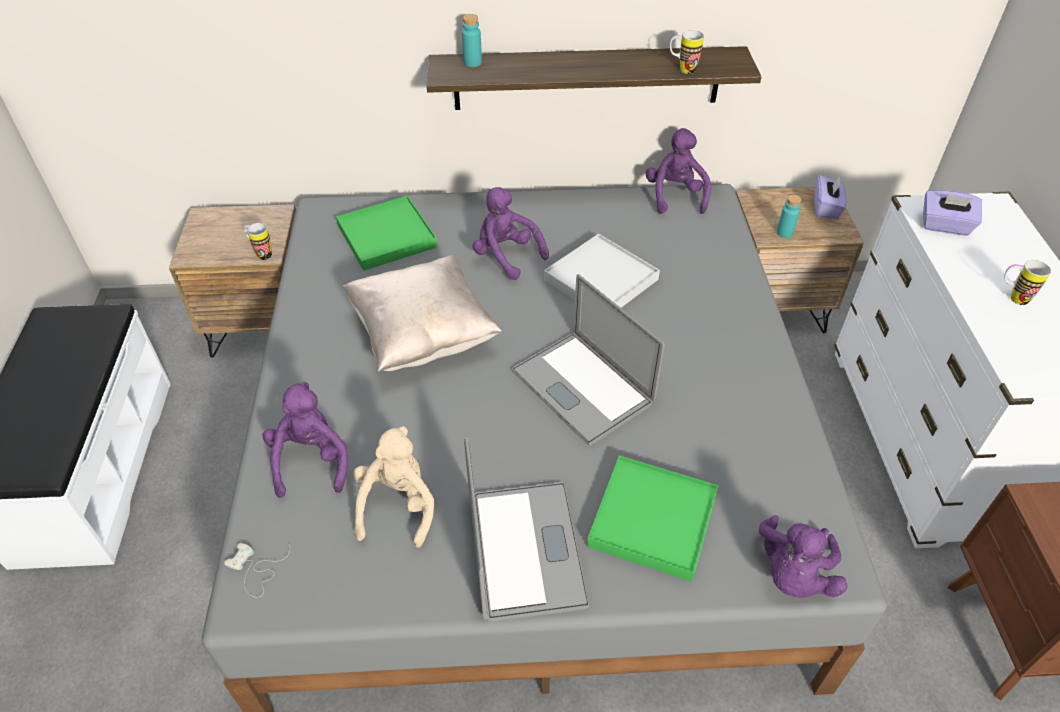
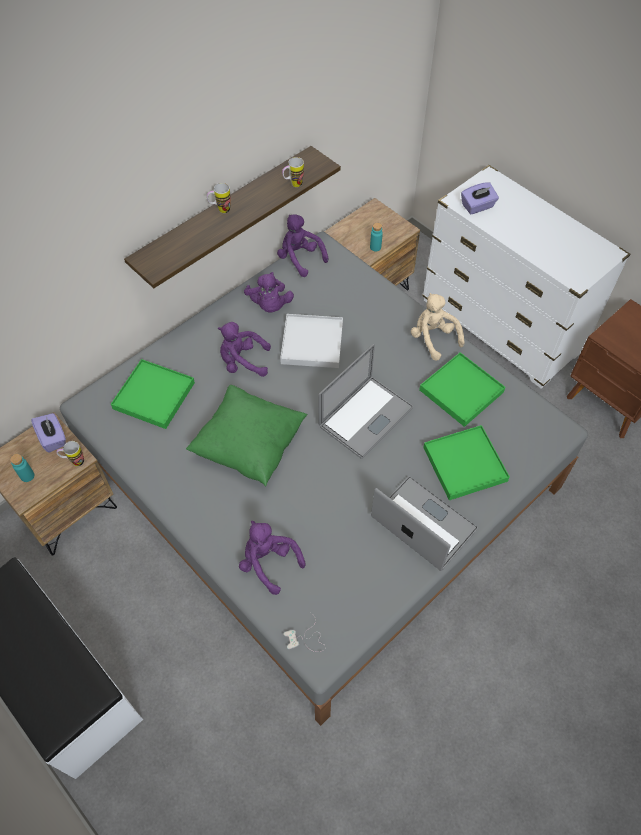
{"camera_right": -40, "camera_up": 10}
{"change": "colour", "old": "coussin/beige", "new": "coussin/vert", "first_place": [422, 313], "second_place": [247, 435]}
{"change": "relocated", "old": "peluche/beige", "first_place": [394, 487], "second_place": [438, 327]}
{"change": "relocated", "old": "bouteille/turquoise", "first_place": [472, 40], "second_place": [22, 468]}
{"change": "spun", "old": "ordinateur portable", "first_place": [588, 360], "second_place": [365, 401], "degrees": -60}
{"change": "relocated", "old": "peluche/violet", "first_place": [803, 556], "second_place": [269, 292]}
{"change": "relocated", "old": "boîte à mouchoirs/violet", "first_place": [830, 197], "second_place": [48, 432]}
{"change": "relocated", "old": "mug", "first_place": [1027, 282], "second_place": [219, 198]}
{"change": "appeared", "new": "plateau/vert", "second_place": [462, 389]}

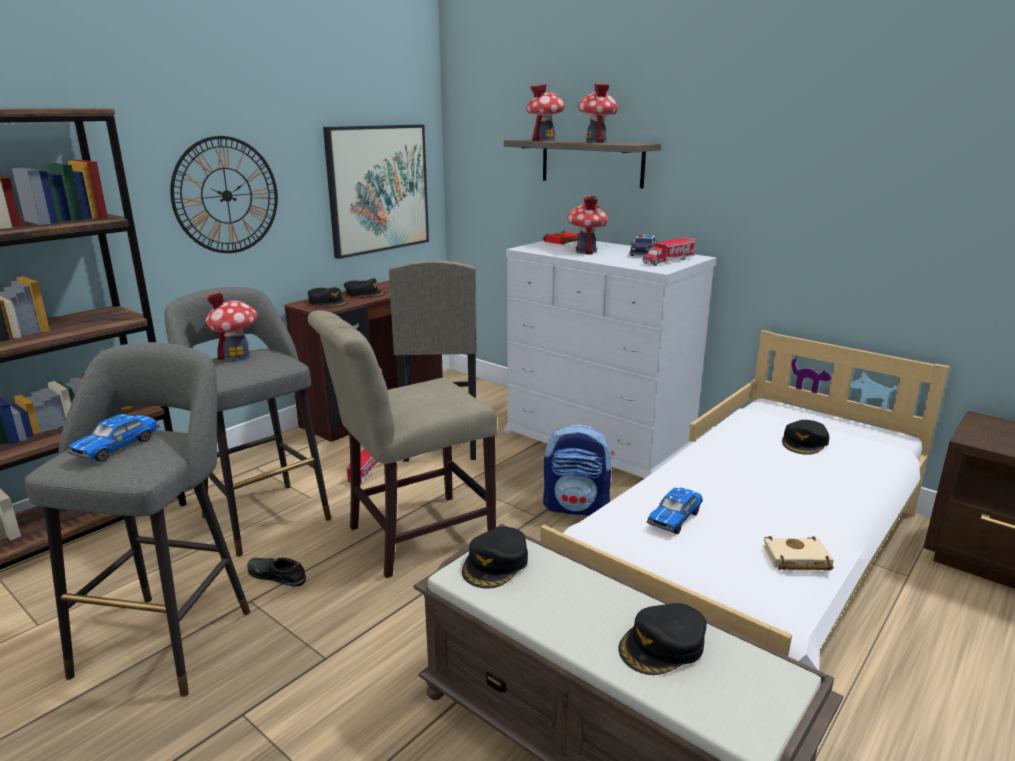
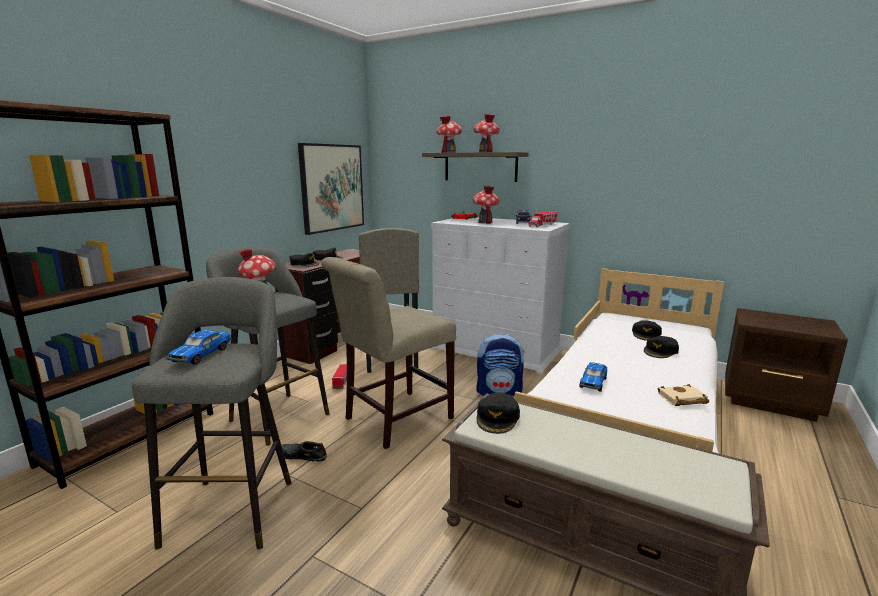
{"camera_right": -10, "camera_up": -5}
{"change": "missing", "old": "horloge murale", "first_place": [224, 194]}
{"change": "relocated", "old": "casquette/noir", "first_place": [662, 639], "second_place": [661, 347]}

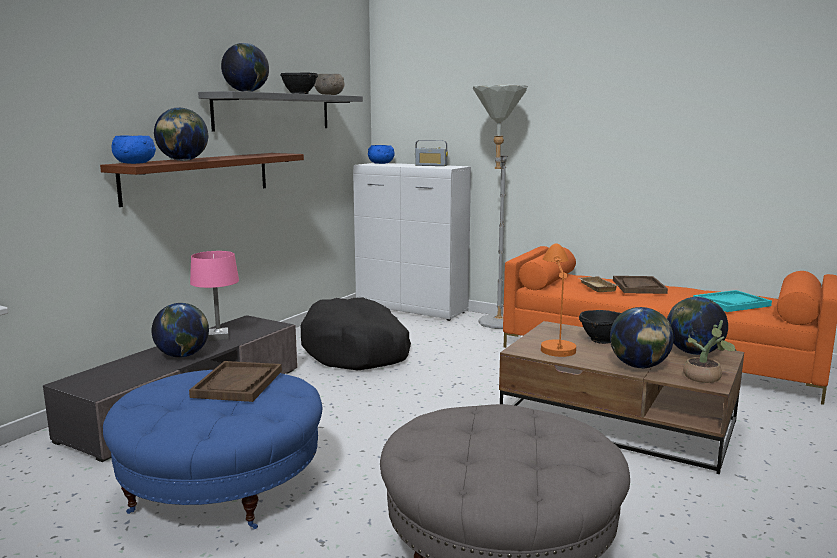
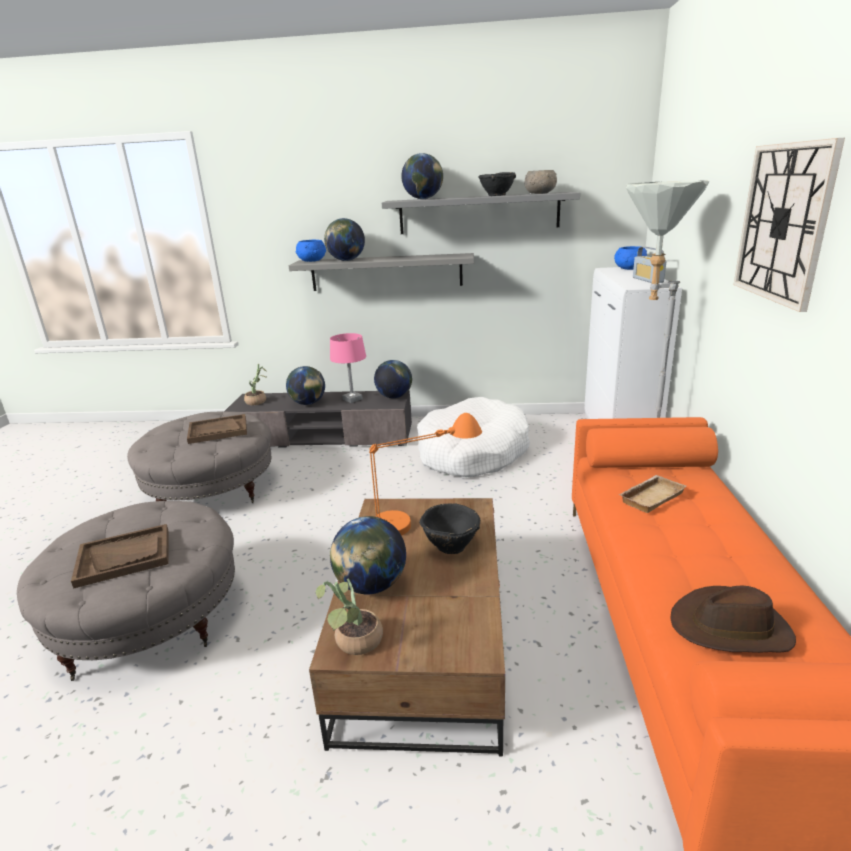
{"camera_right": 65, "camera_up": 10}
{"change": "colour", "old": "étagère/marron", "new": "étagère/gris", "first_place": [202, 180], "second_place": [381, 272]}
{"change": "colour", "old": "pouf/bleu", "new": "pouf/gris", "first_place": [212, 449], "second_place": [199, 457]}
{"change": "colour", "old": "panier pour chien/noir", "new": "panier pour chien/blanc", "first_place": [356, 333], "second_place": [473, 437]}
{"change": "relocated", "old": "plateau/marron", "first_place": [640, 285], "second_place": [119, 556]}
{"change": "relocated", "old": "globe", "first_place": [697, 325], "second_place": [393, 379]}
{"change": "exchanged", "old": "plateau/turquoise", "new": "chapeau/marron", "first_place": [732, 301], "second_place": [733, 619]}
{"change": "appeared", "new": "plante en pot", "second_place": [255, 384]}
{"change": "appeared", "new": "horloge murale", "second_place": [789, 225]}

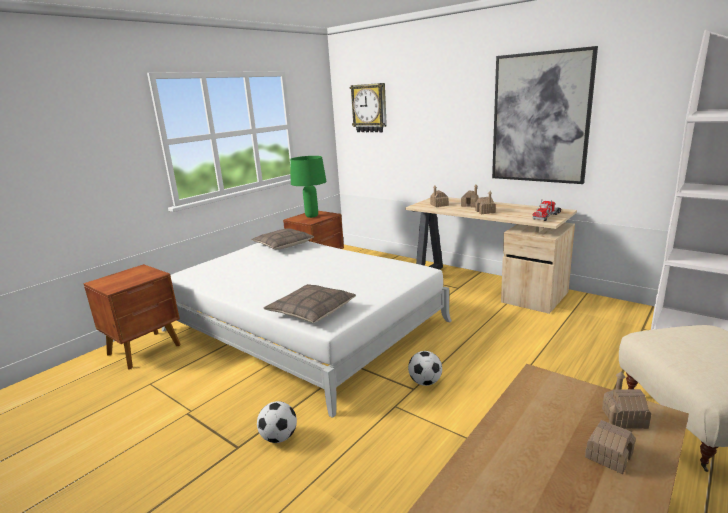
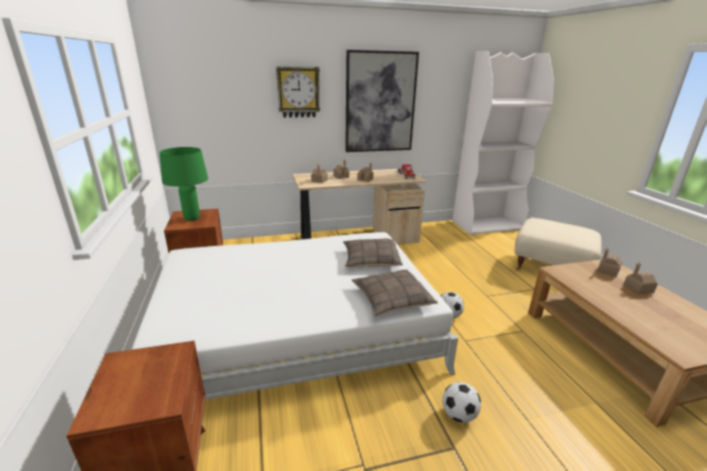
{"camera_right": -55, "camera_up": 5}
{"change": "relocated", "old": "coussin", "first_place": [282, 239], "second_place": [373, 252]}
{"change": "relocated", "old": "horloge murale", "first_place": [368, 107], "second_place": [298, 92]}

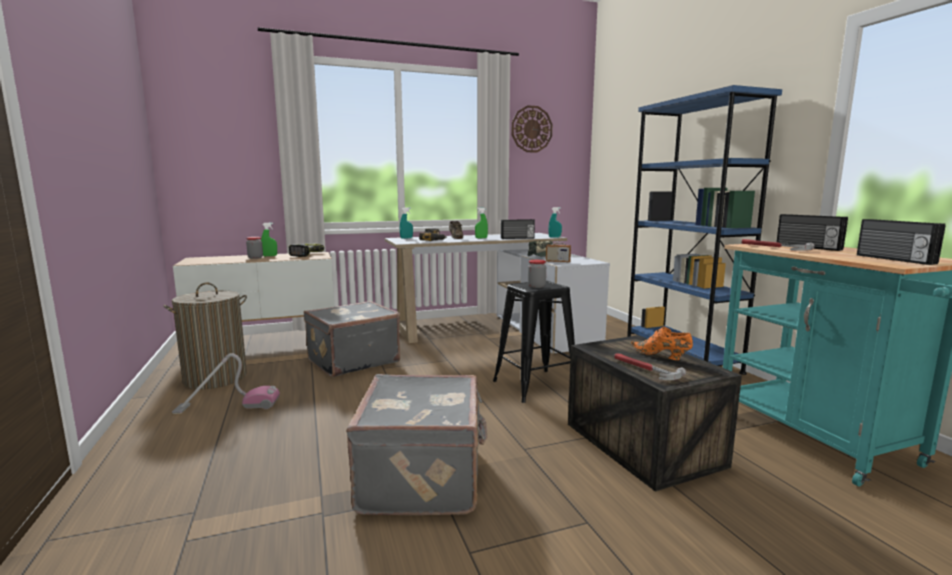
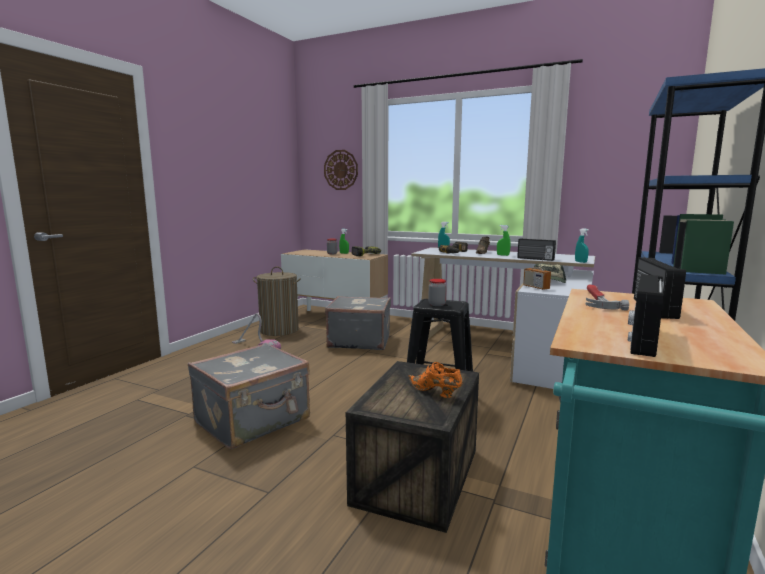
{"camera_right": 45, "camera_up": 0}
{"change": "relocated", "old": "horloge murale", "first_place": [532, 129], "second_place": [341, 170]}
{"change": "missing", "old": "marteau", "first_place": [650, 366]}
{"change": "spun", "old": "chaussure/orange", "first_place": [662, 343], "second_place": [435, 380], "degrees": -45}

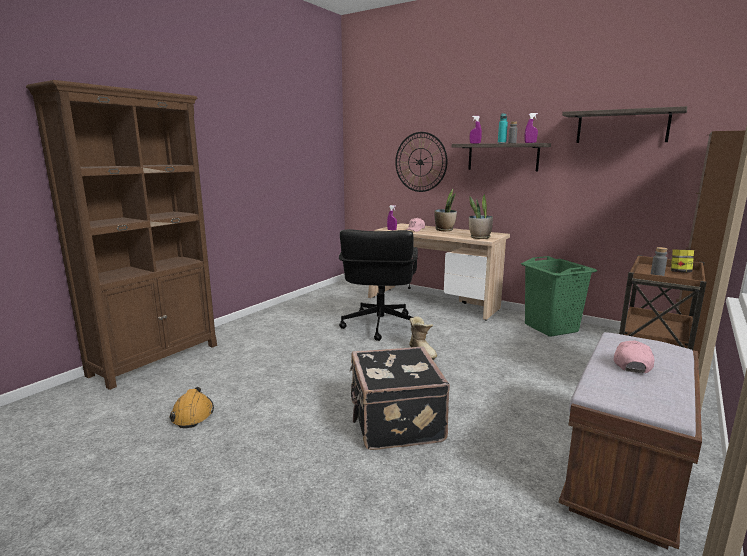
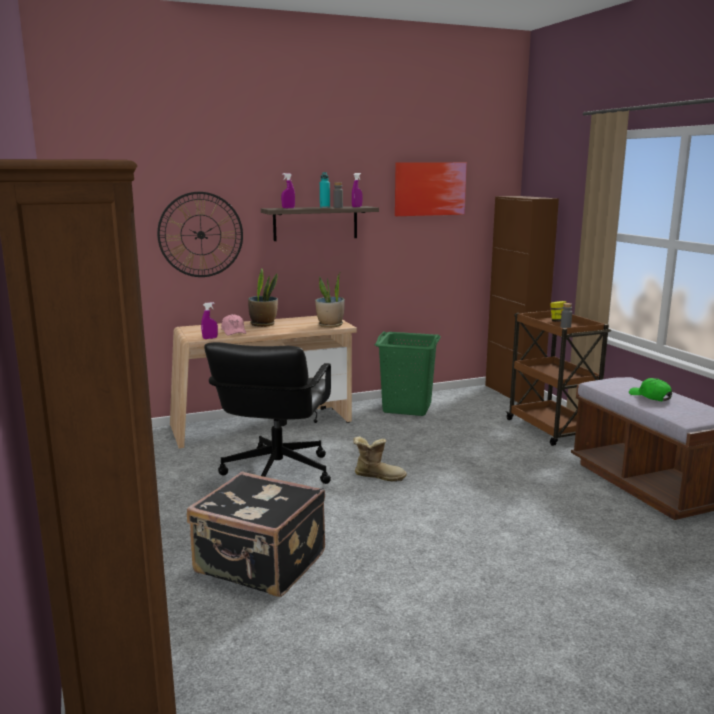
{"camera_right": -55, "camera_up": 0}
{"change": "missing", "old": "casque de chantier/orange", "first_place": [191, 407]}
{"change": "spun", "old": "chaise de bureau/noir", "first_place": [378, 285], "second_place": [267, 413], "degrees": 60}
{"change": "relocated", "old": "valise/noir", "first_place": [400, 398], "second_place": [256, 534]}
{"change": "exchanged", "old": "étagère", "new": "tableau", "first_place": [624, 124], "second_place": [431, 189]}
{"change": "colour", "old": "casquette/rose", "new": "casquette/vert", "first_place": [634, 357], "second_place": [650, 389]}

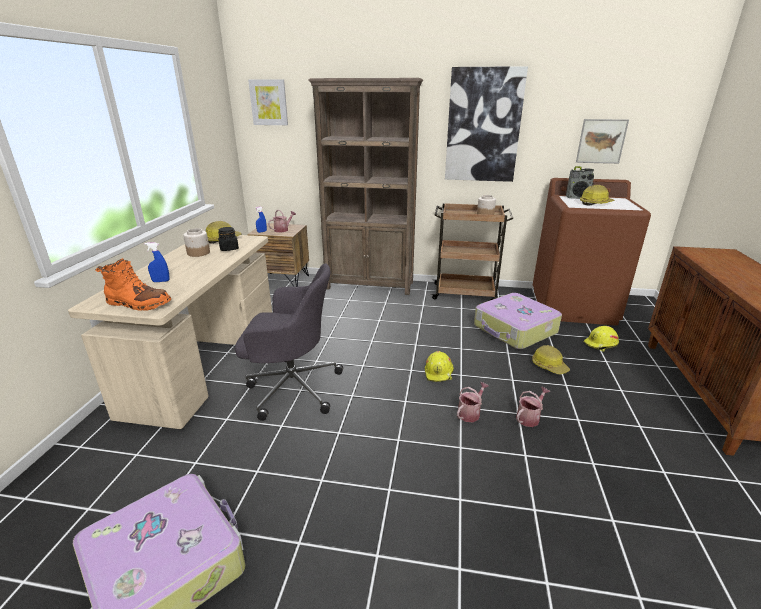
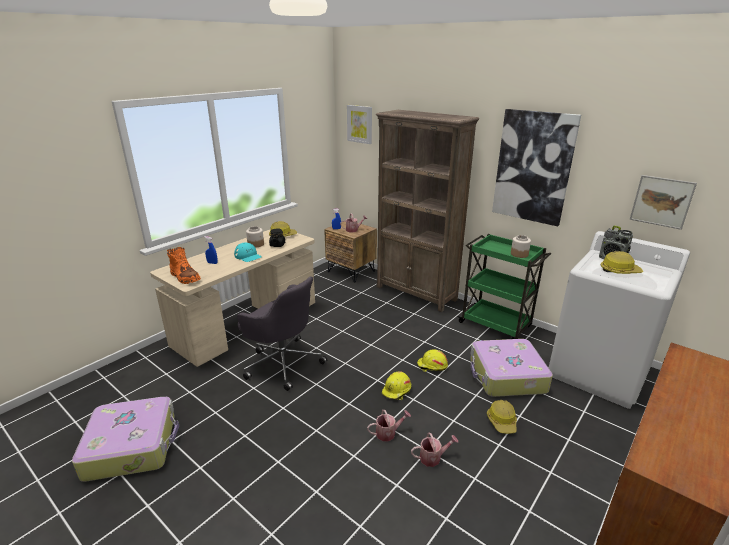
{"camera_right": 30, "camera_up": 0}
{"change": "colour", "old": "chariot/marron", "new": "chariot/vert", "first_place": [472, 251], "second_place": [504, 286]}
{"change": "colour", "old": "lave-linge/marron", "new": "lave-linge/blanc", "first_place": [592, 252], "second_place": [619, 320]}
{"change": "relocated", "old": "casque de chantier/jaune", "first_place": [601, 339], "second_place": [432, 360]}
{"change": "appeared", "new": "casquette/turquoise", "second_place": [248, 252]}

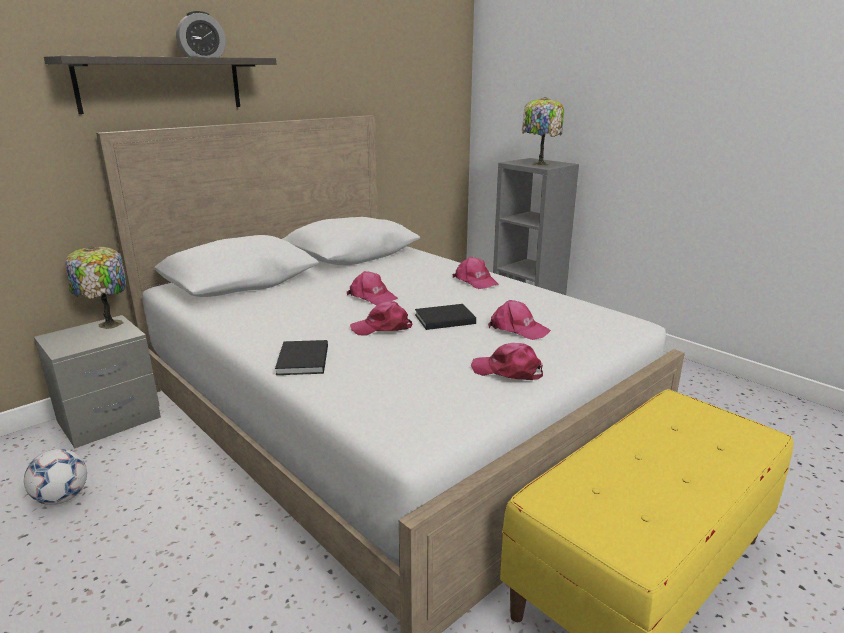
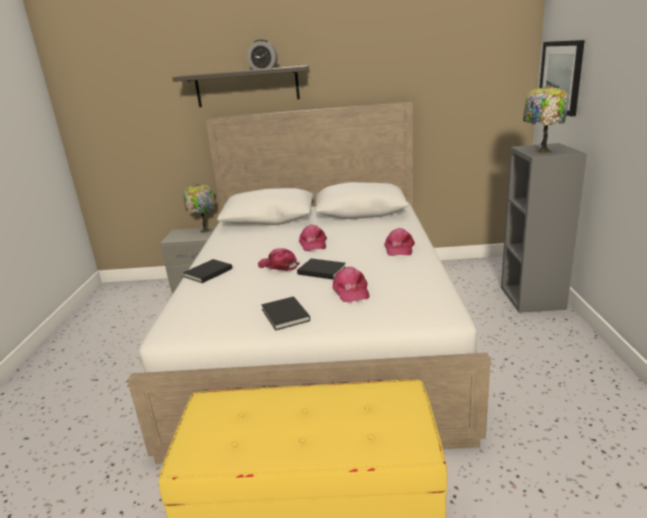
{"camera_right": 45, "camera_up": 0}
{"change": "missing", "old": "ballon de foot", "first_place": [55, 477]}
{"change": "exchanged", "old": "casquette/rose", "new": "livre/noir", "first_place": [507, 361], "second_place": [285, 313]}
{"change": "appeared", "new": "tableau", "second_place": [562, 78]}

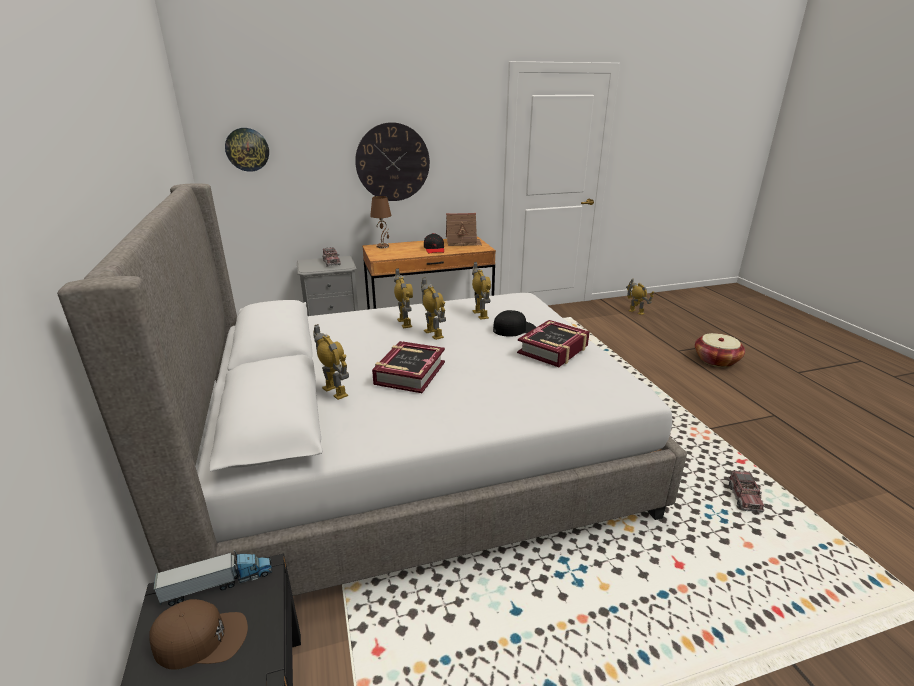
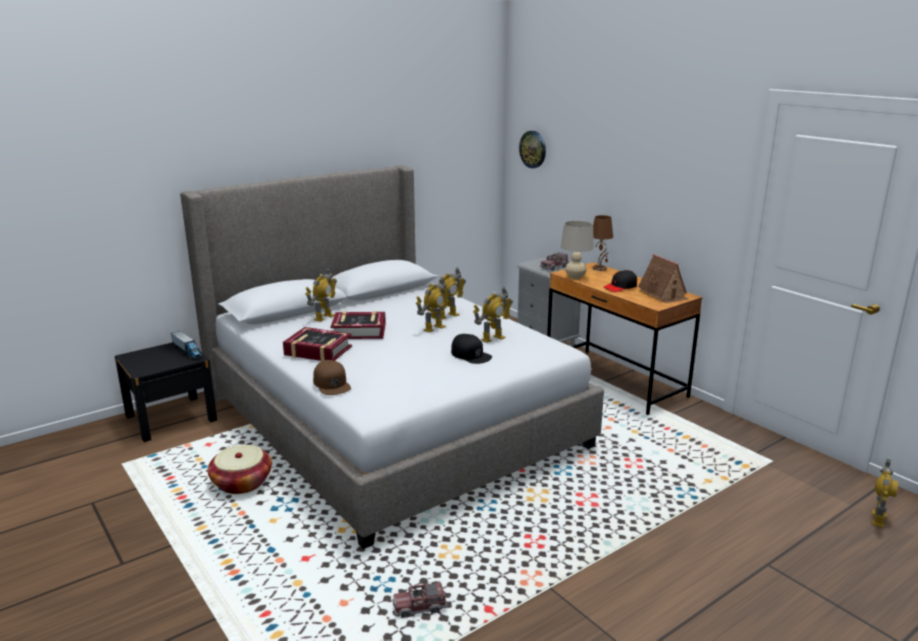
{"camera_right": 70, "camera_up": -5}
{"change": "relocated", "old": "casquette/marron", "first_place": [198, 634], "second_place": [332, 377]}
{"change": "missing", "old": "horloge murale", "first_place": [392, 161]}
{"change": "relocated", "old": "livre", "first_place": [553, 343], "second_place": [317, 344]}
{"change": "relocated", "old": "panier", "first_place": [720, 350], "second_place": [239, 469]}
{"change": "appeared", "new": "lampe de table/beige", "second_place": [577, 250]}

